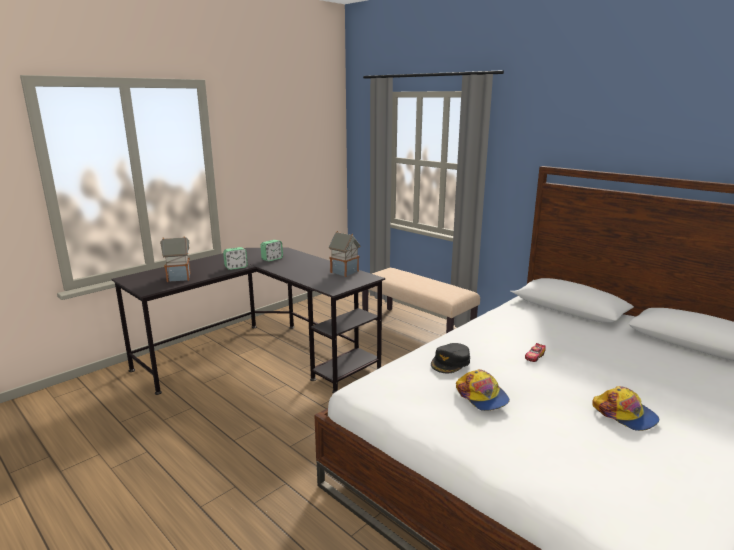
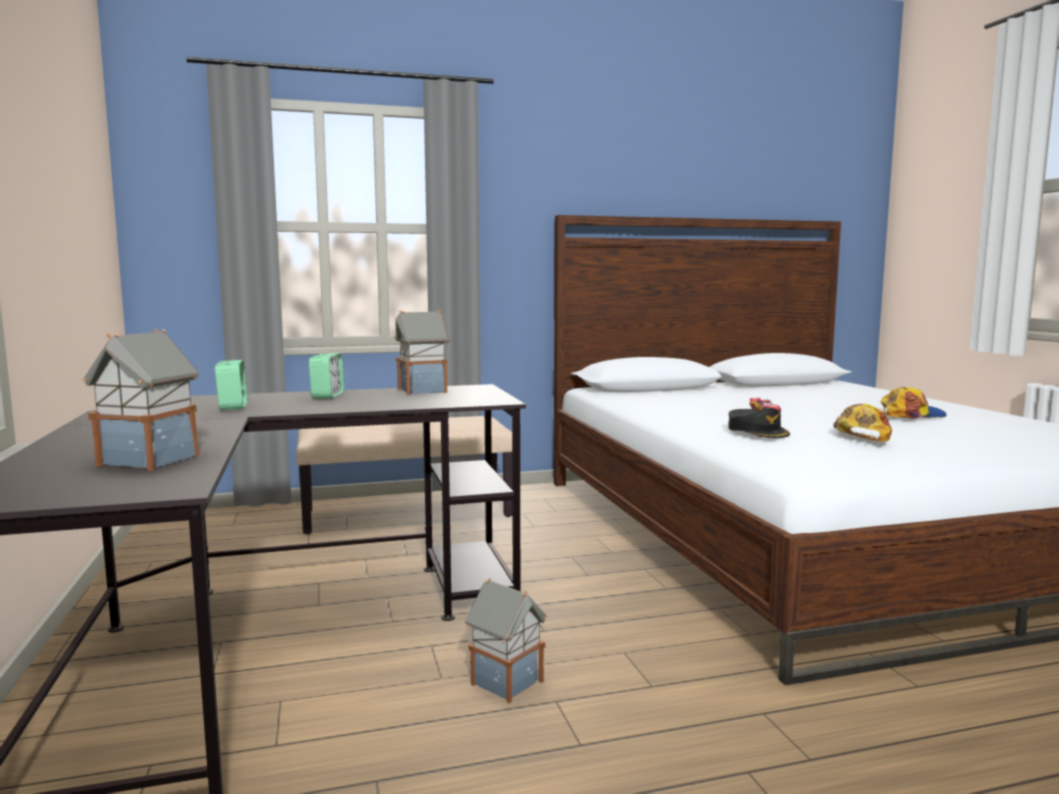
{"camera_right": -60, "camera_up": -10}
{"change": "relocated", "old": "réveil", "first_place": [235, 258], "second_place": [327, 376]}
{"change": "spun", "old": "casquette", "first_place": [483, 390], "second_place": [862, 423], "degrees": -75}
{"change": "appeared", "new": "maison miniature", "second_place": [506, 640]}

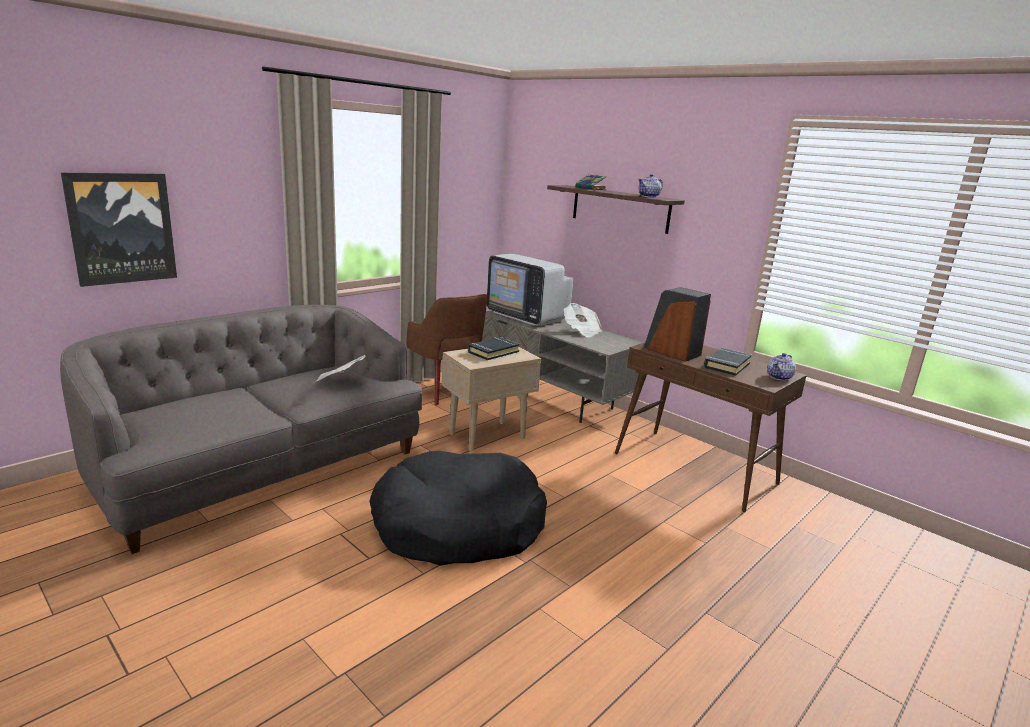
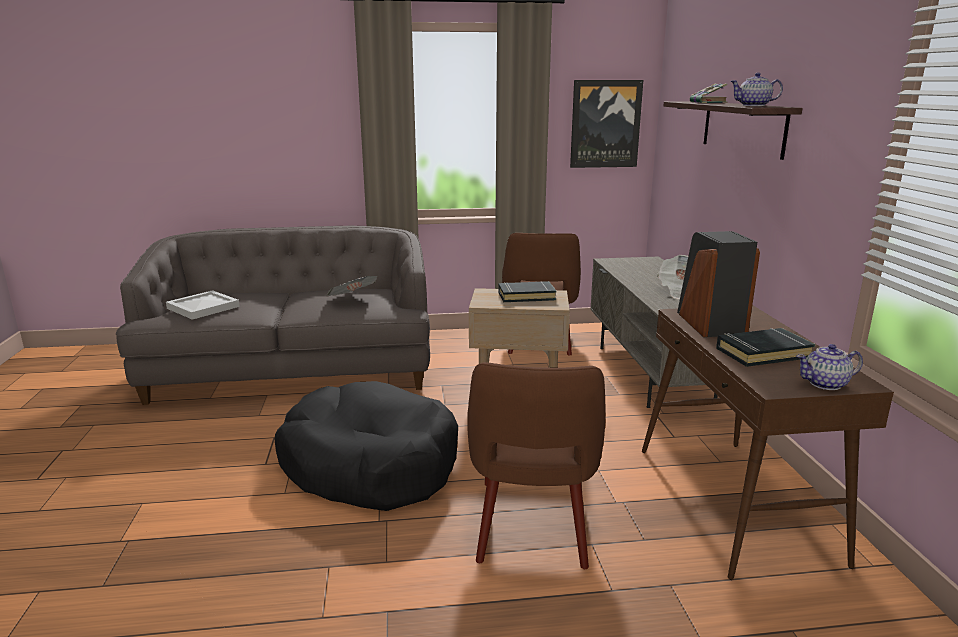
{"camera_right": 40, "camera_up": 0}
{"change": "relocated", "old": "tableau", "first_place": [119, 230], "second_place": [606, 124]}
{"change": "missing", "old": "téléviseur", "first_place": [530, 290]}
{"change": "appeared", "new": "plateau/blanc", "second_place": [203, 305]}
{"change": "appeared", "new": "fauteuil/marron", "second_place": [536, 465]}

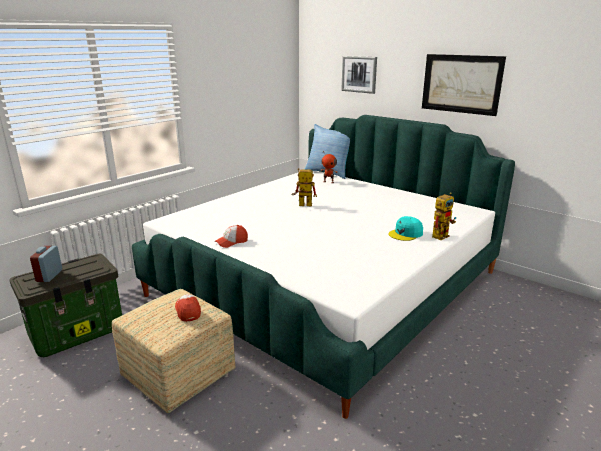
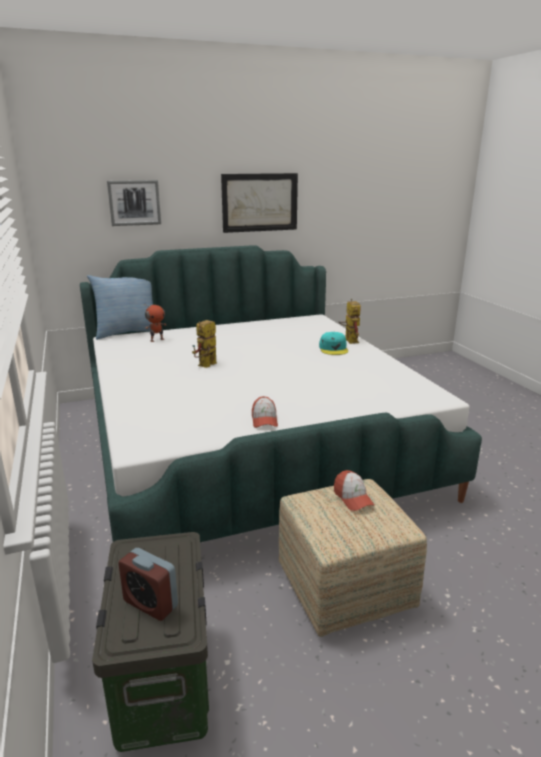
{"camera_right": -60, "camera_up": 0}
{"change": "spun", "old": "casquette", "first_place": [188, 308], "second_place": [354, 490], "degrees": -120}

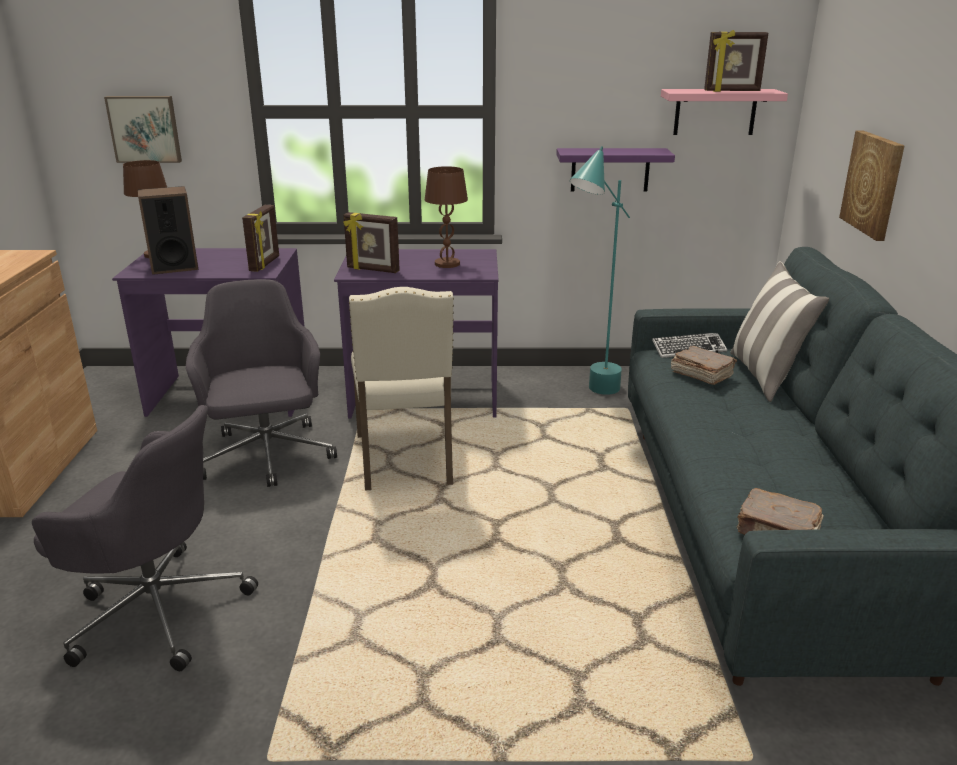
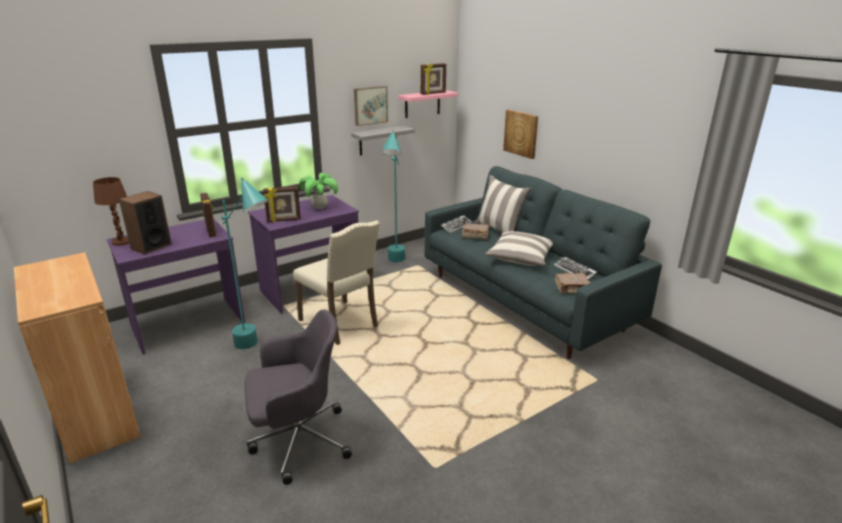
{"camera_right": -35, "camera_up": 0}
{"change": "relocated", "old": "tableau", "first_place": [143, 129], "second_place": [371, 106]}
{"change": "exchanged", "old": "chaise de bureau/gris", "new": "lampadaire/turquoise", "first_place": [261, 383], "second_place": [243, 263]}
{"change": "exchanged", "old": "lampe de table/marron", "new": "plante en pot", "first_place": [446, 217], "second_place": [318, 191]}
{"change": "colour", "old": "étagère/violet", "new": "étagère/gris", "first_place": [615, 170], "second_place": [383, 141]}
{"change": "appeared", "new": "coussin", "second_place": [519, 248]}
{"change": "appeared", "new": "clavier", "second_place": [575, 268]}

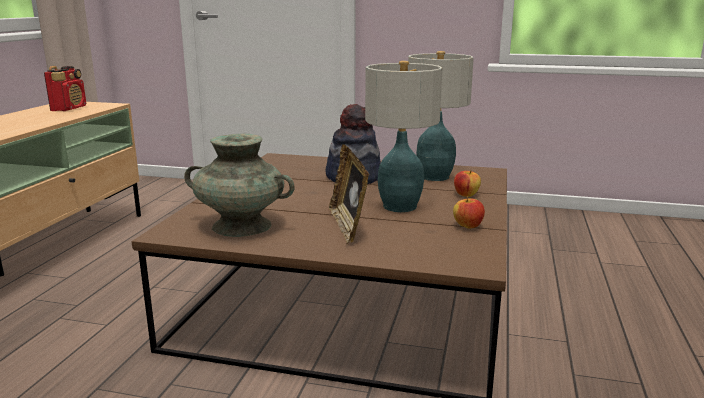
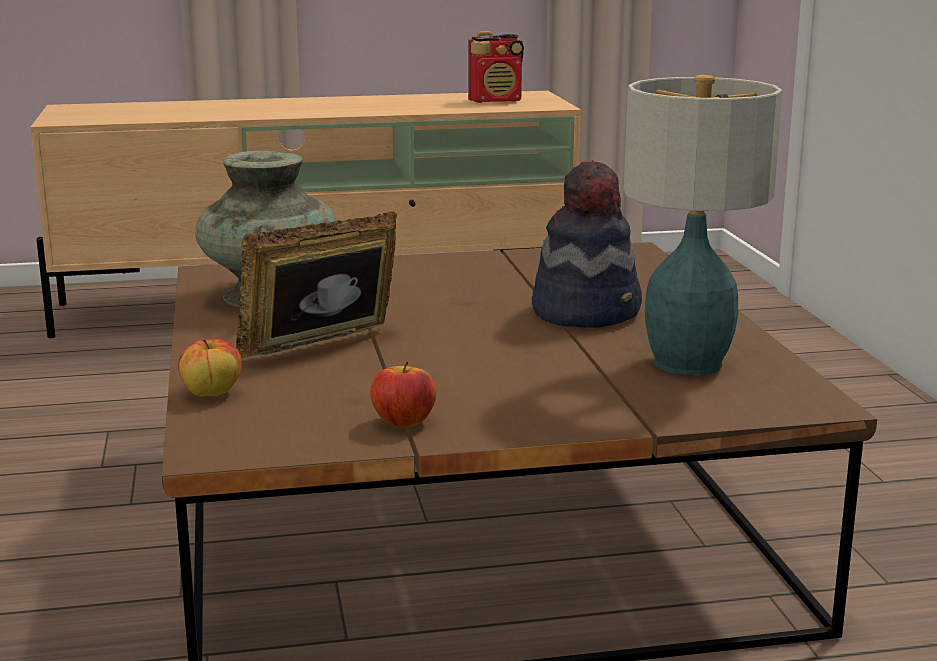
{"camera_right": 65, "camera_up": 0}
{"change": "missing", "old": "lampe de table", "first_place": [403, 136]}
{"change": "relocated", "old": "pomme", "first_place": [467, 183], "second_place": [210, 368]}

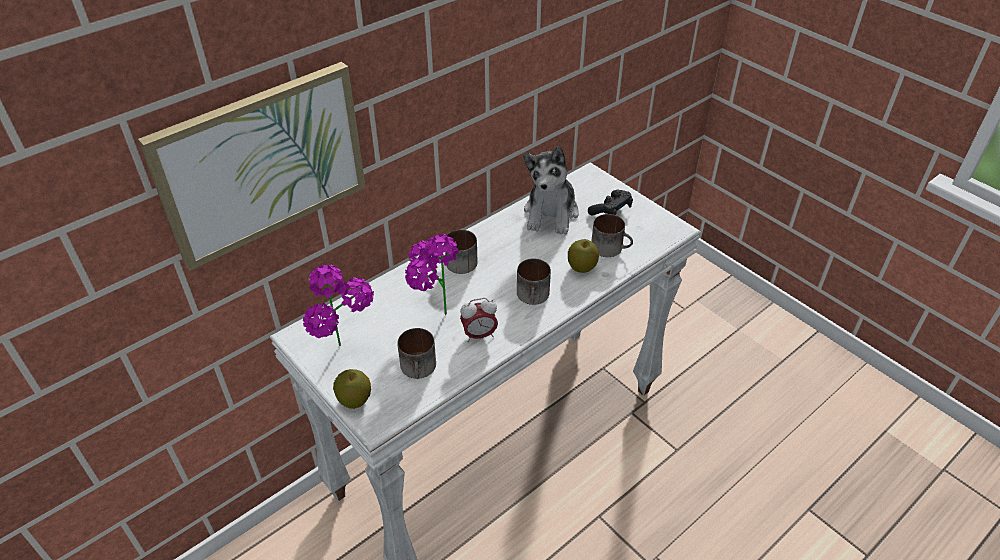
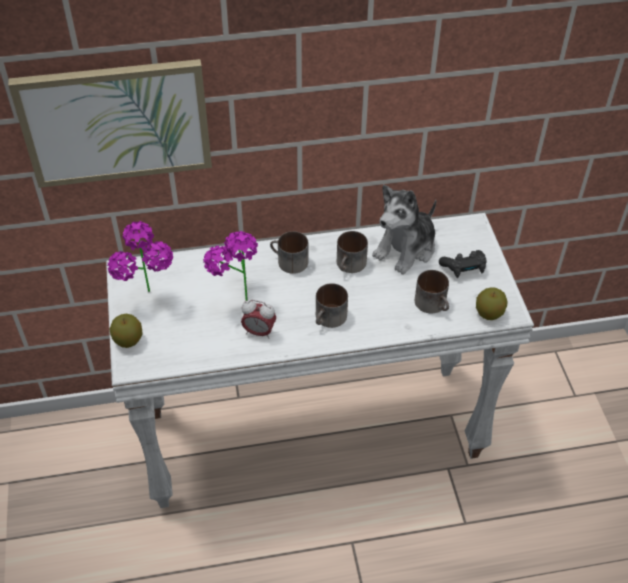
{"camera_right": 30, "camera_up": 5}
{"change": "relocated", "old": "mug", "first_place": [416, 353], "second_place": [352, 252]}
{"change": "relocated", "old": "pomme", "first_place": [583, 256], "second_place": [491, 303]}

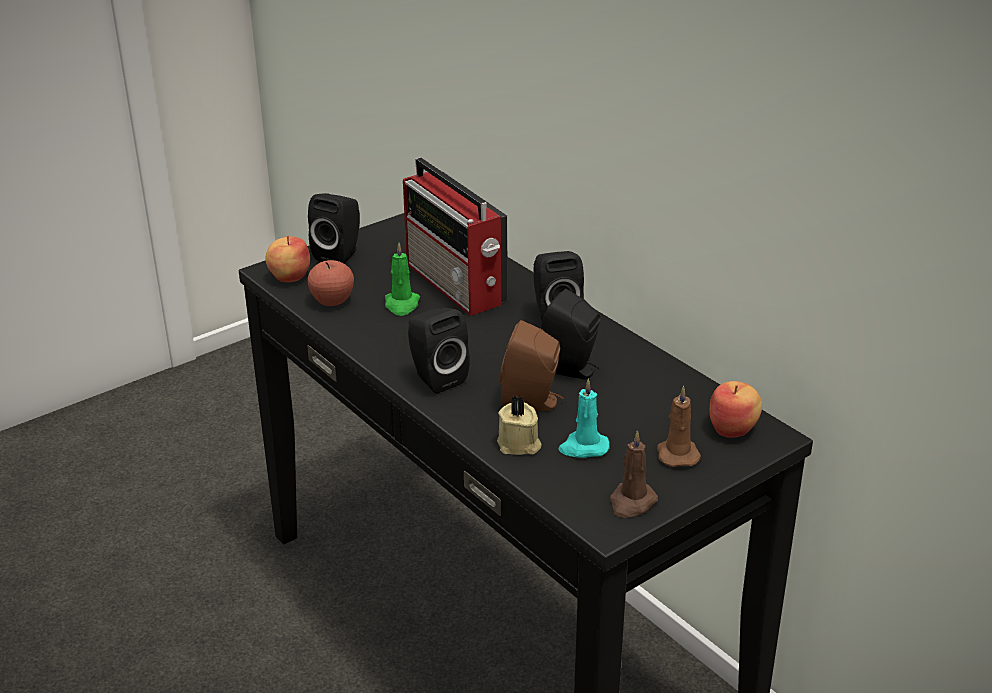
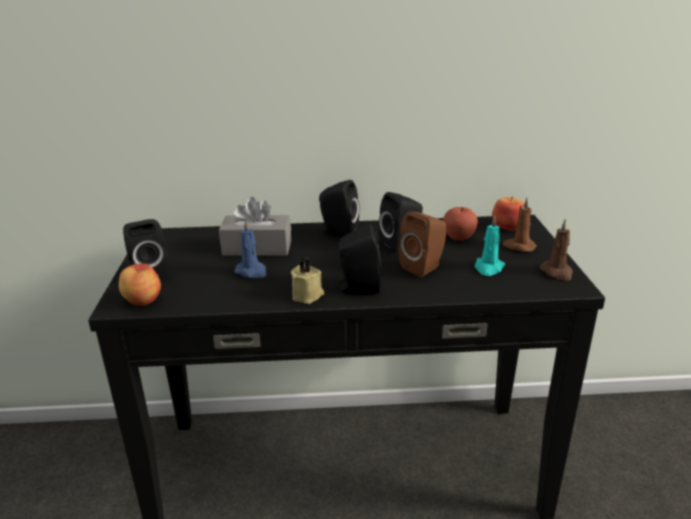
{"camera_right": -55, "camera_up": -5}
{"change": "relocated", "old": "pomme", "first_place": [330, 283], "second_place": [460, 224]}
{"change": "colour", "old": "bougie/vert", "new": "bougie/bleu", "first_place": [402, 279], "second_place": [250, 249]}
{"change": "exchanged", "old": "radio", "new": "boîte à mouchoirs/gris", "first_place": [455, 237], "second_place": [255, 226]}
{"change": "relocated", "old": "bougie/beige", "first_place": [519, 425], "second_place": [307, 280]}

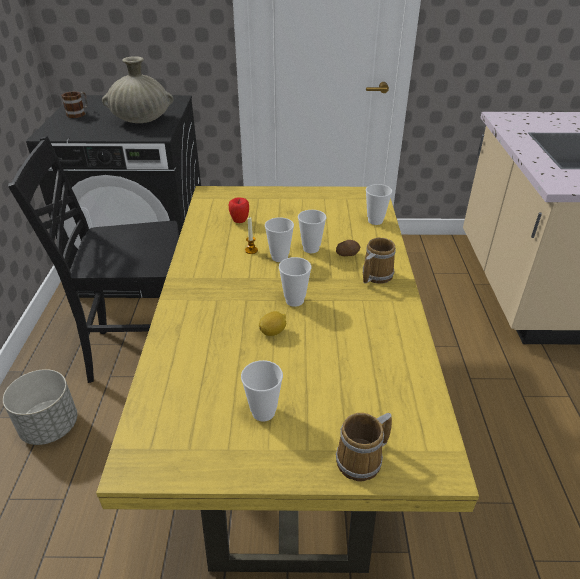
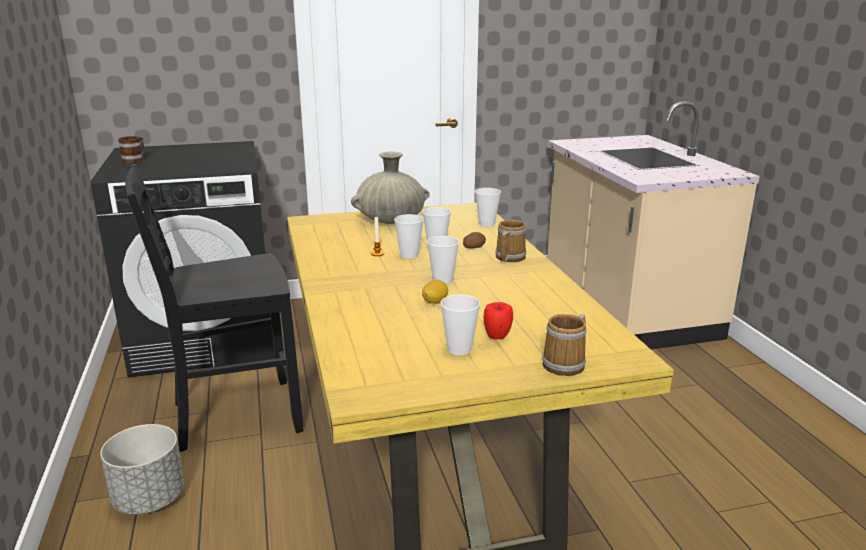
{"camera_right": -15, "camera_up": -15}
{"change": "relocated", "old": "vase/beige", "first_place": [138, 89], "second_place": [390, 188]}
{"change": "relocated", "old": "pomme", "first_place": [239, 210], "second_place": [498, 320]}

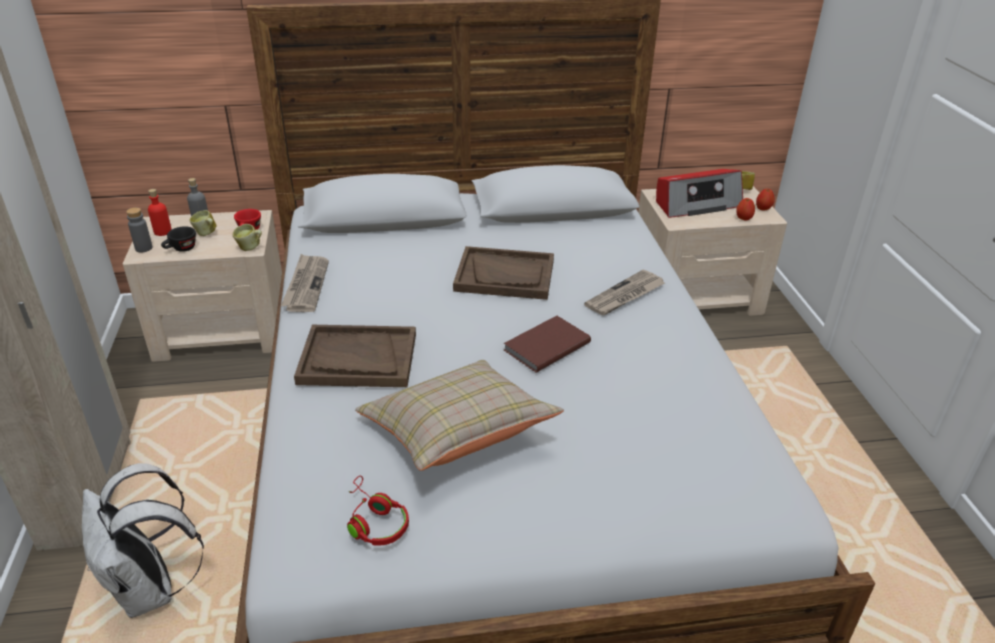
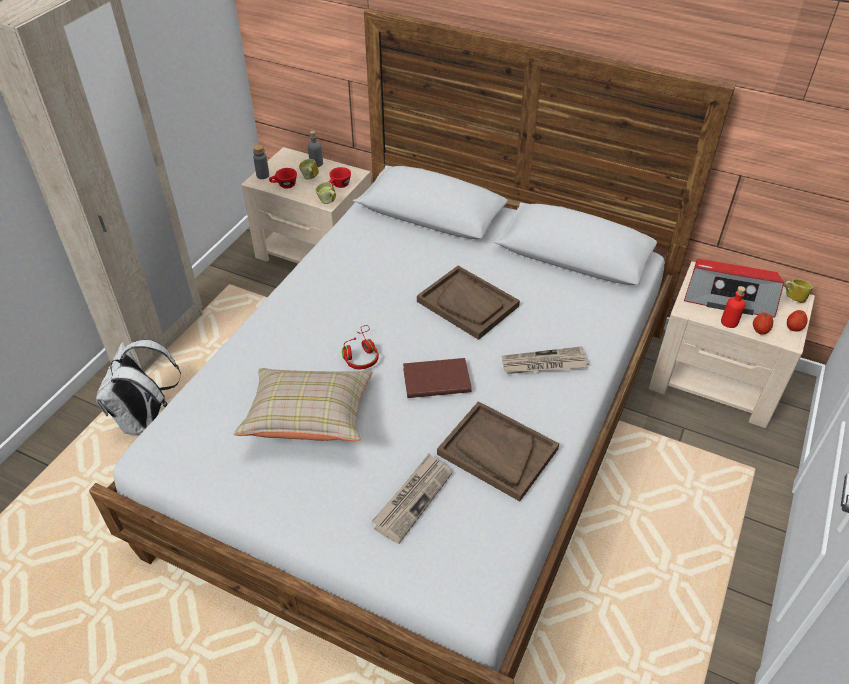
{"camera_right": 35, "camera_up": 10}
{"change": "relocated", "old": "bouteille/rouge", "first_place": [160, 212], "second_place": [733, 307]}
{"change": "colour", "old": "tasse/noir", "new": "tasse/rouge", "first_place": [178, 239], "second_place": [283, 178]}
{"change": "relocated", "old": "journal", "first_place": [305, 283], "second_place": [411, 499]}
{"change": "relocated", "old": "plateau/marron", "first_place": [355, 356], "second_place": [498, 451]}
{"change": "relocated", "old": "casque audio/rouge", "first_place": [378, 510], "second_place": [360, 347]}

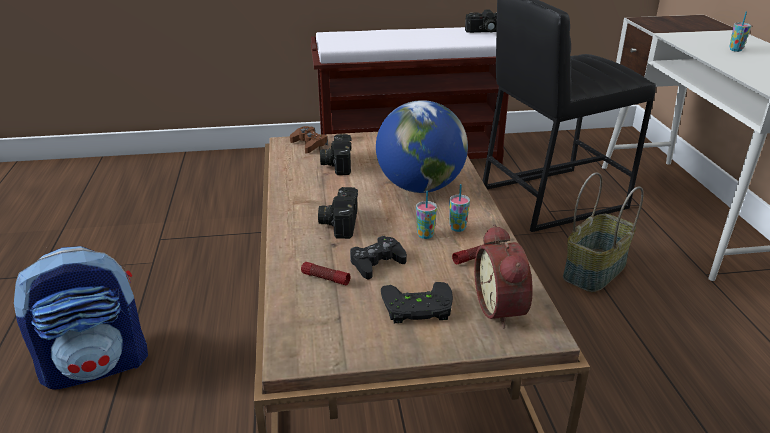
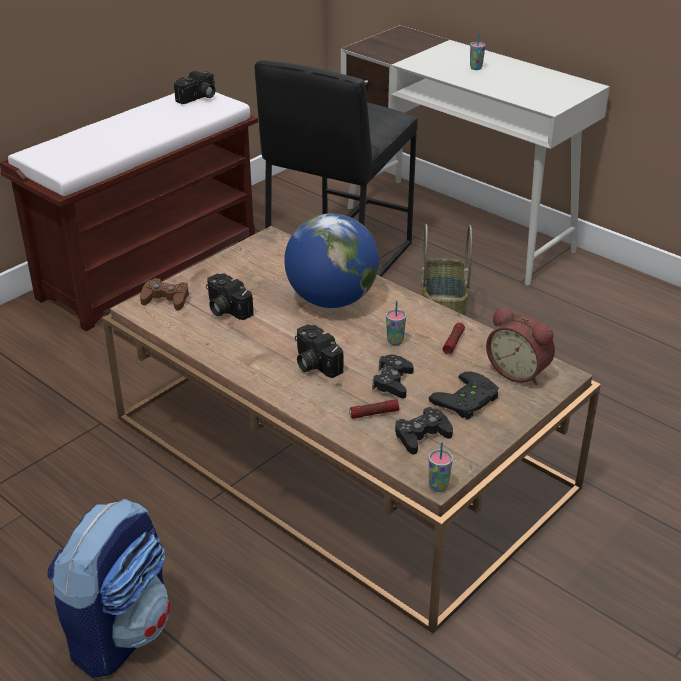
{"camera_right": -40, "camera_up": 5}
{"change": "relocated", "old": "tasse", "first_place": [459, 208], "second_place": [441, 467]}
{"change": "appeared", "new": "manette/noir", "second_place": [424, 431]}

